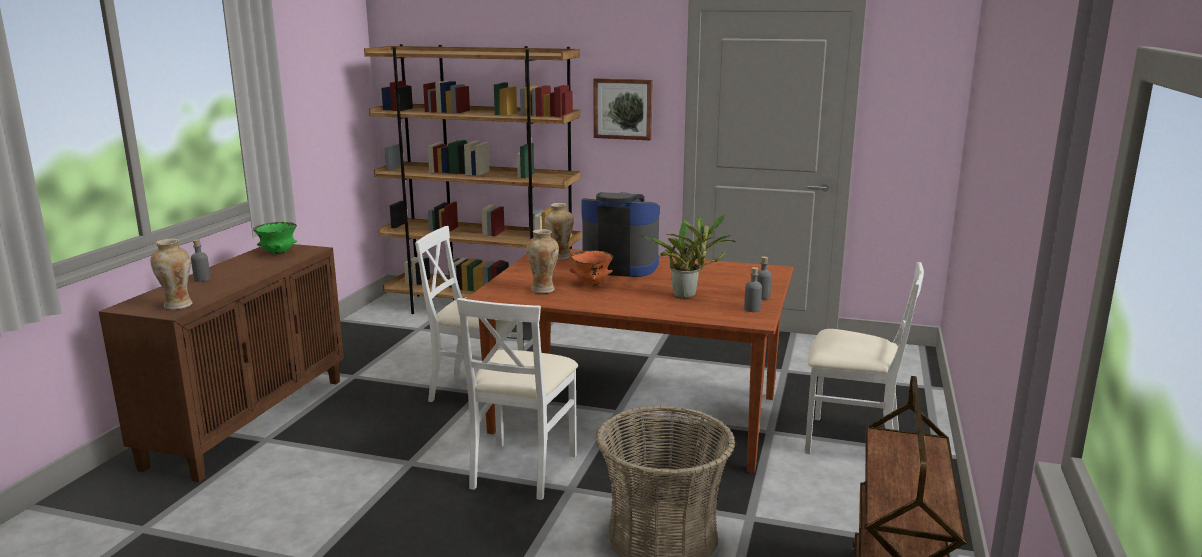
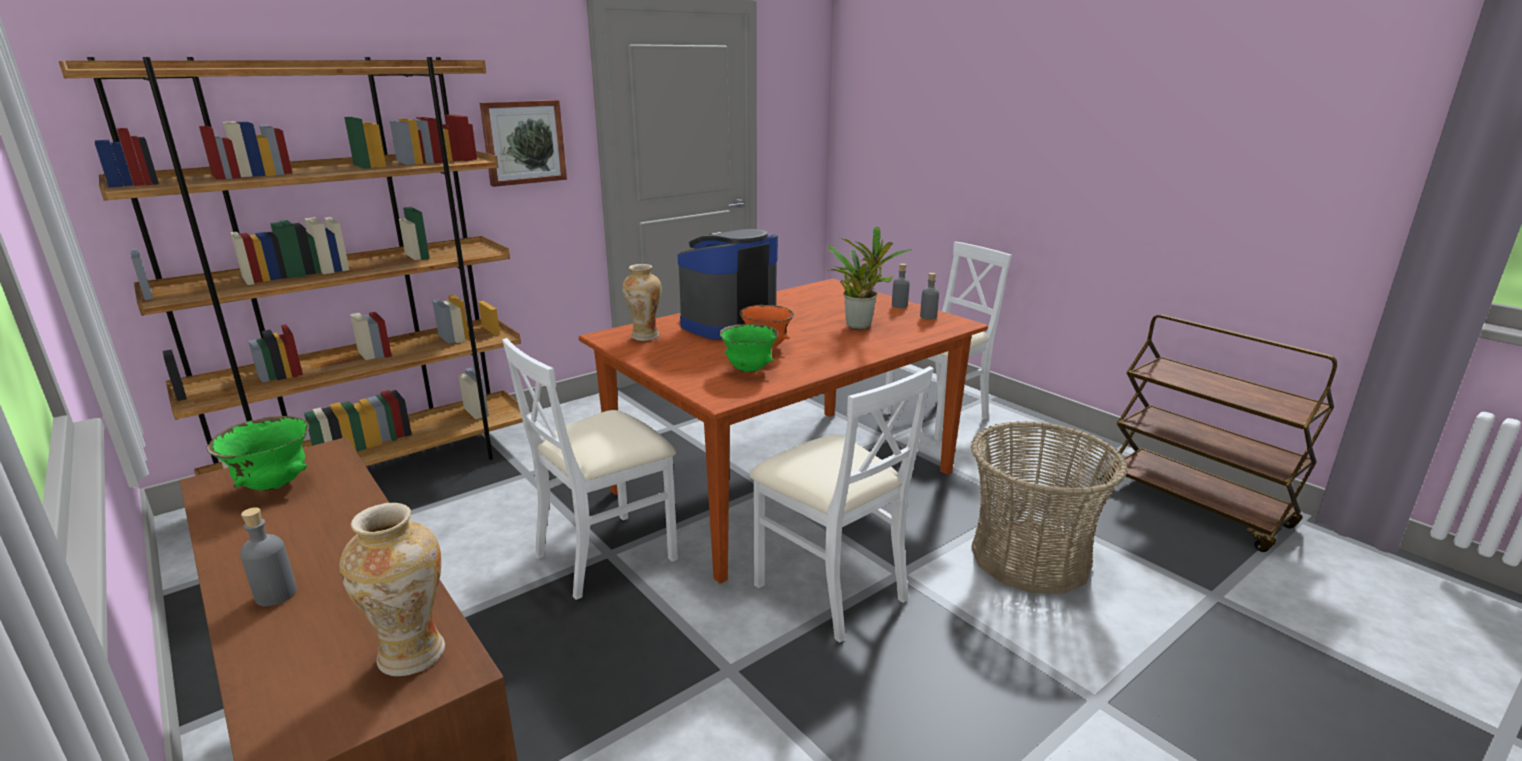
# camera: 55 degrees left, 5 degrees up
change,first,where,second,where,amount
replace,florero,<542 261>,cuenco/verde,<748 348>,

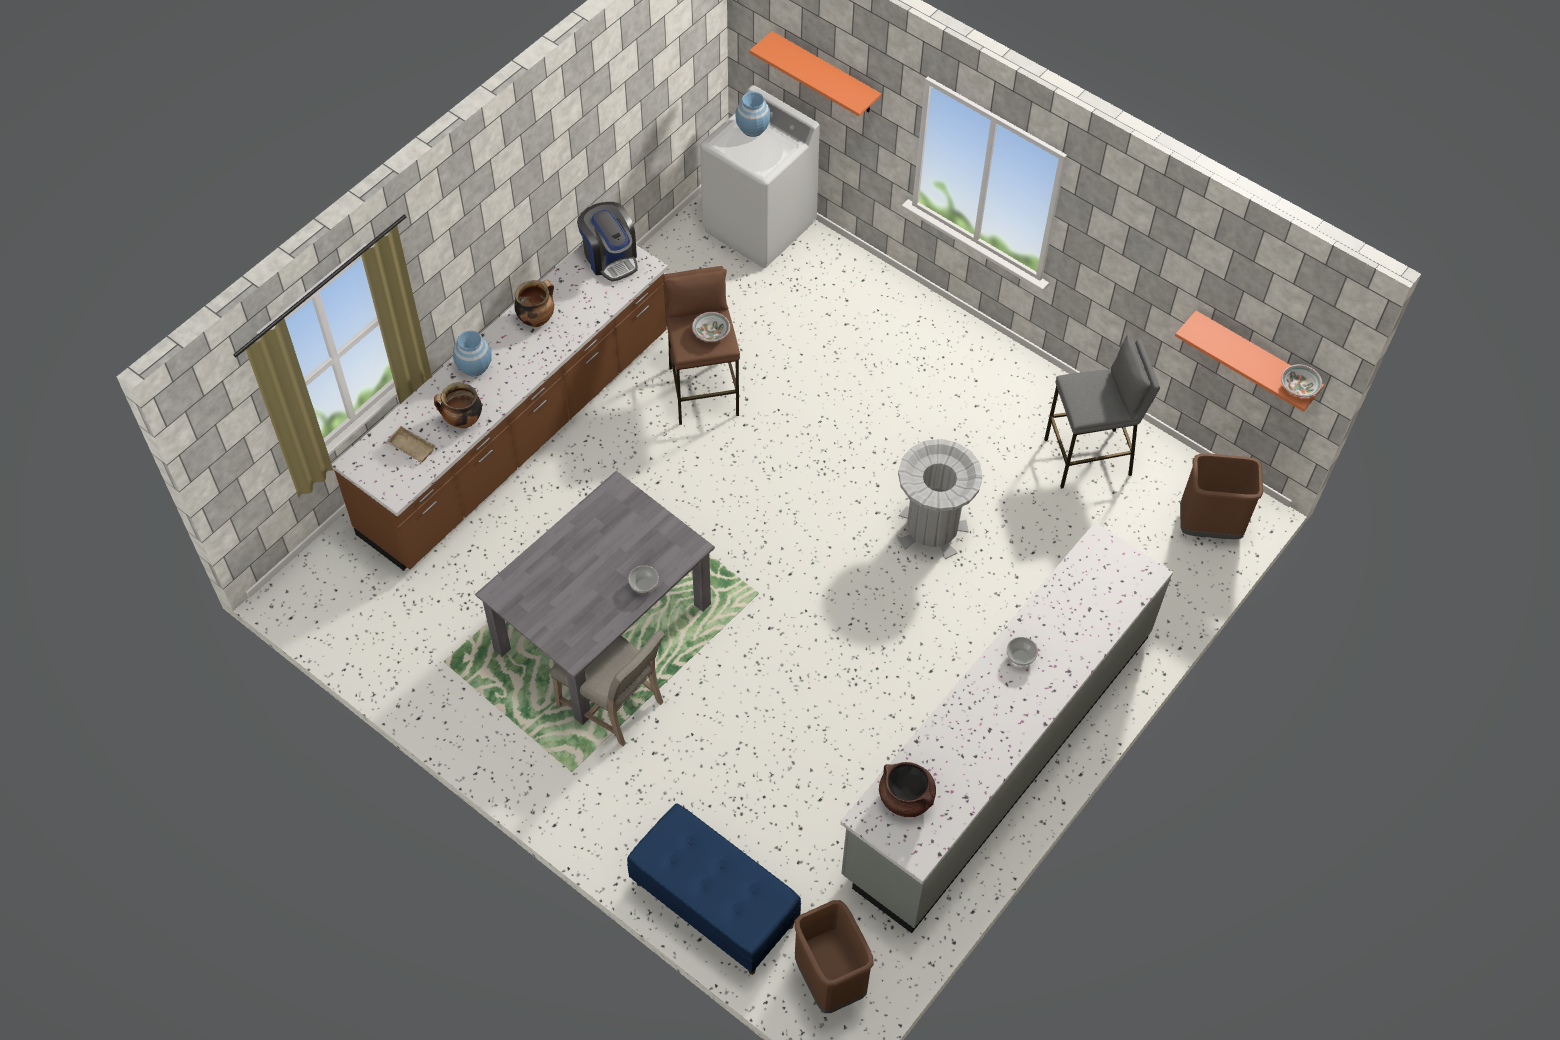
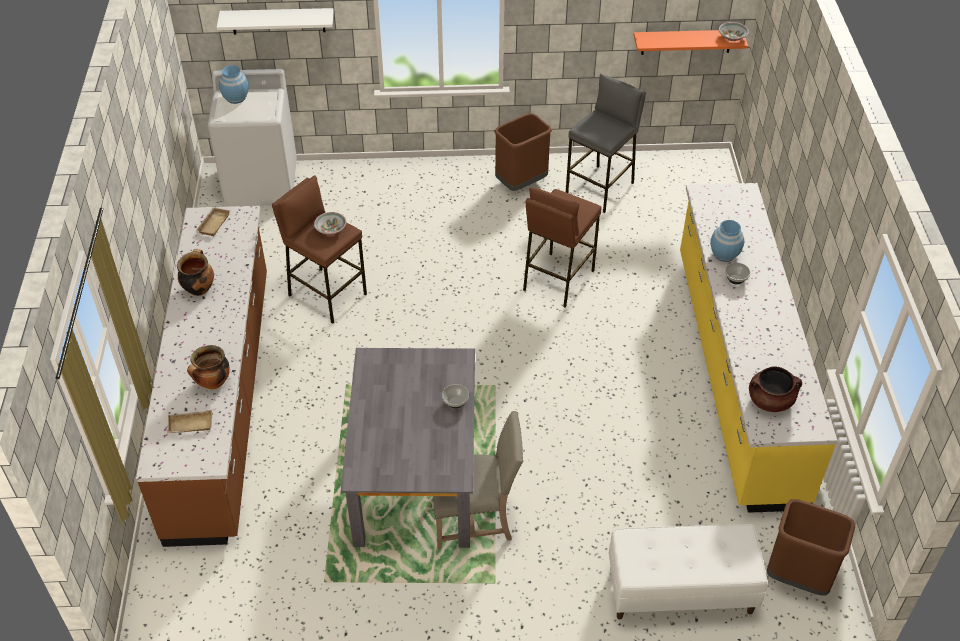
# camera: 40 degrees left, 10 degrees down
change,first,where,second,where,amount
move,florero/azul,<472 353>,,<727 241>,
move,papelera/marrón,<1221 496>,,<523 152>,
replace,cafetera,<607 242>,bandeja/beis,<213 221>,
replace,papelera/gris,<940 499>,taburete/marrón,<562 248>,
recolor,banco/azul,<714 889>,banco/blanco,<688 571>,
recolor,estante/naranja,<815 73>,estante/blanco,<275 21>,
recolor,mueble bajo de cocina/gris,<1006 727>,mueble bajo de cocina/amarillo,<758 348>,

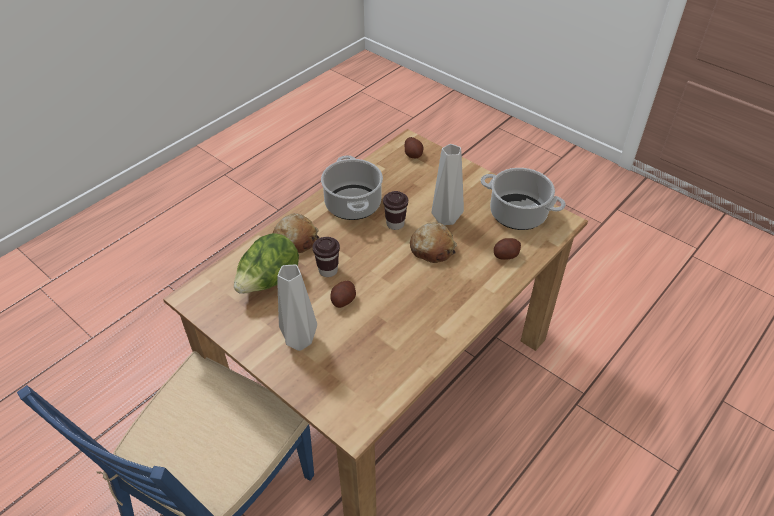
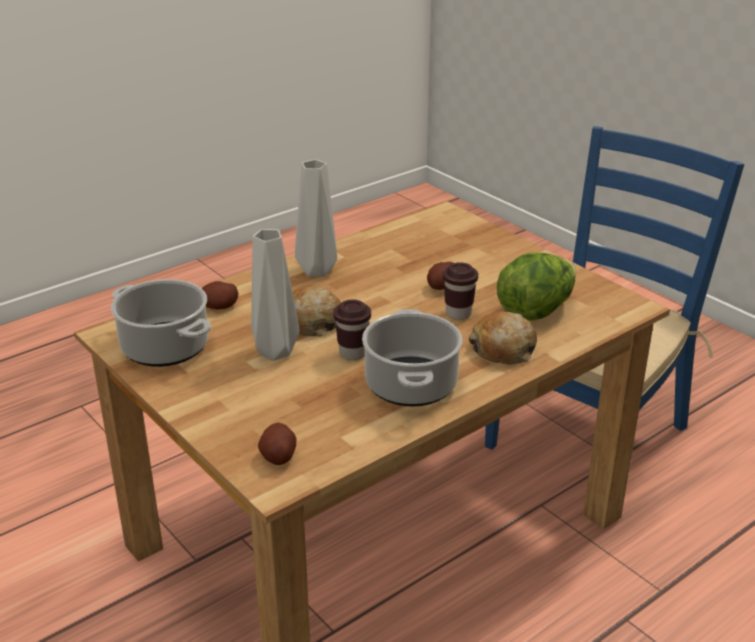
# camera: 170 degrees left, 15 degrees down
change,first,where,second,where,amount
move,florero/gris,<297 308>,,<316 218>,

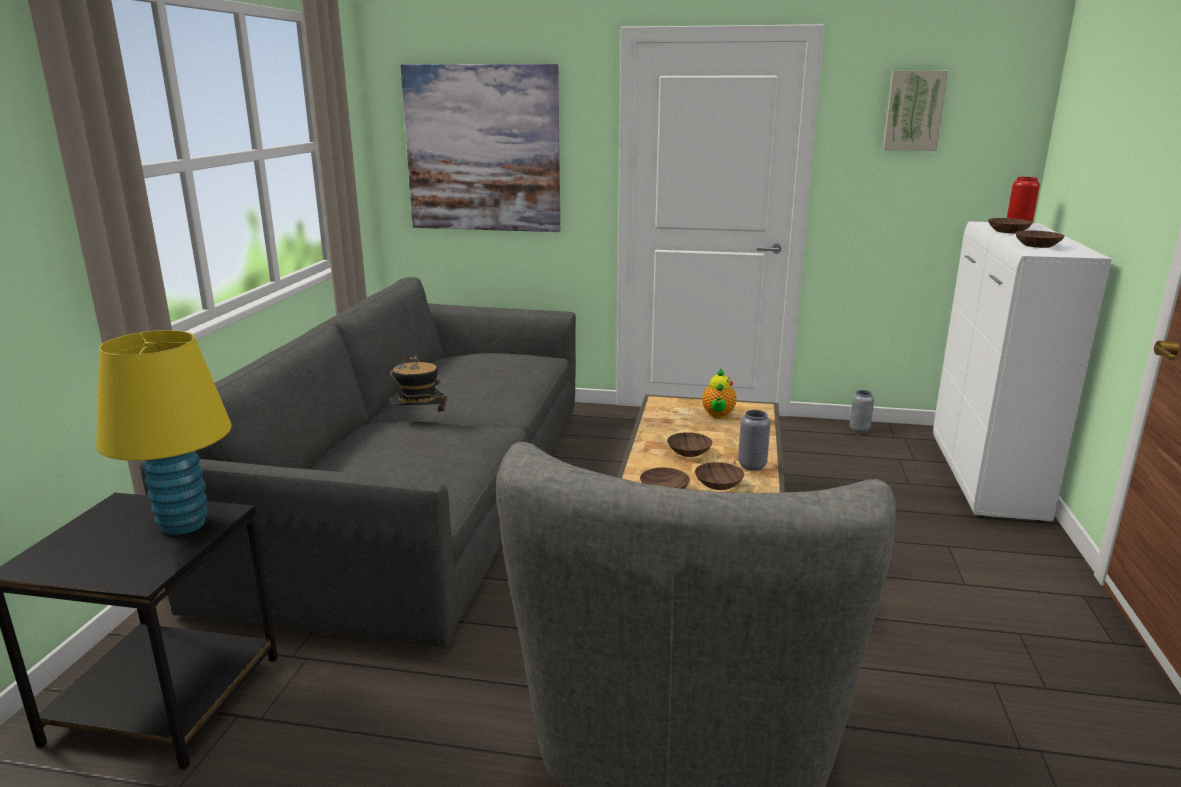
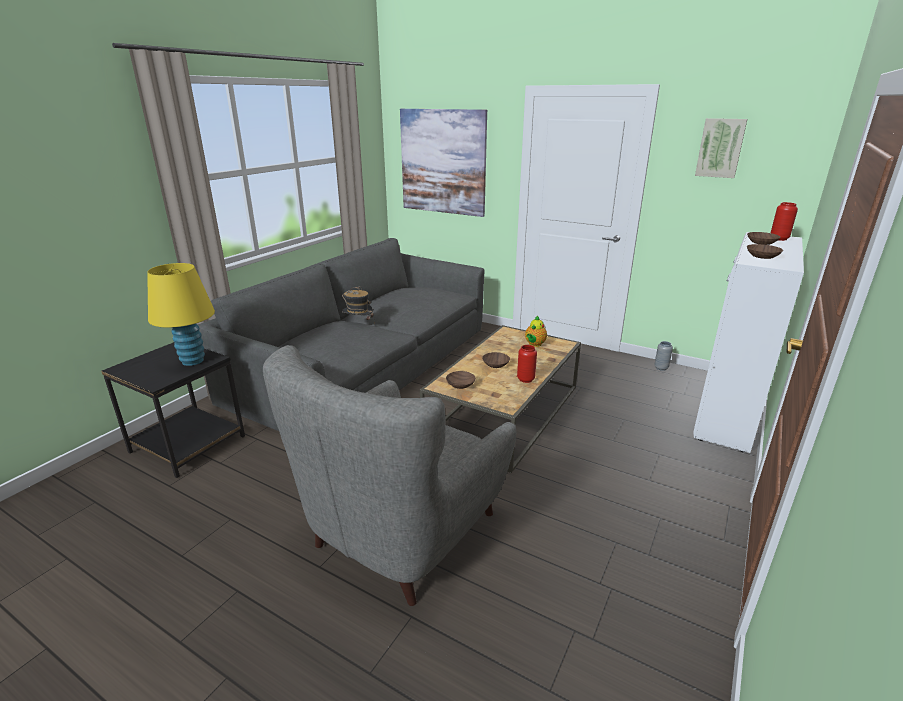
# camera: 20 degrees right, 5 degrees up
change,first,where,second,where,amount
delete,cuenco/marrón,<719 476>,,,
recolor,florero/gris,<754 440>,florero/rojo,<527 364>,

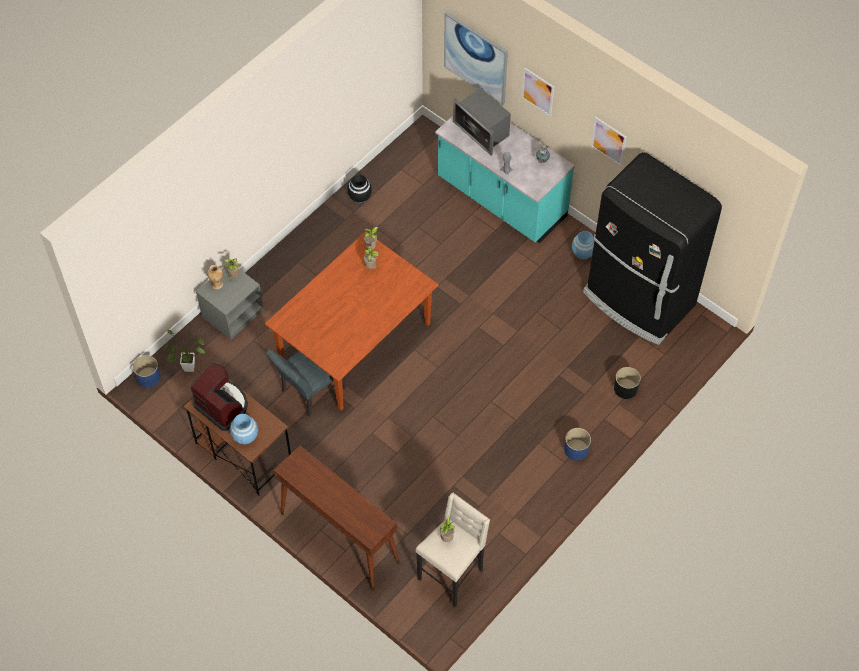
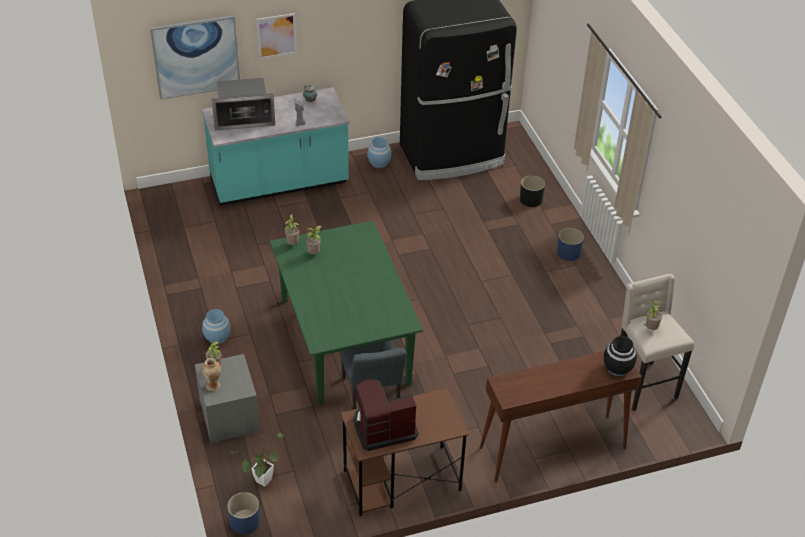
# camera: 60 degrees left, 15 degrees down
change,first,where,second,where,amount
delete,cuadro,<609 141>,,,
move,florero/azul,<244 429>,,<216 327>,
move,florero/negro,<360 188>,,<620 356>,
recolor,mesa de comedor/marrón,<352 320>,mesa de comedor/verde,<346 313>,

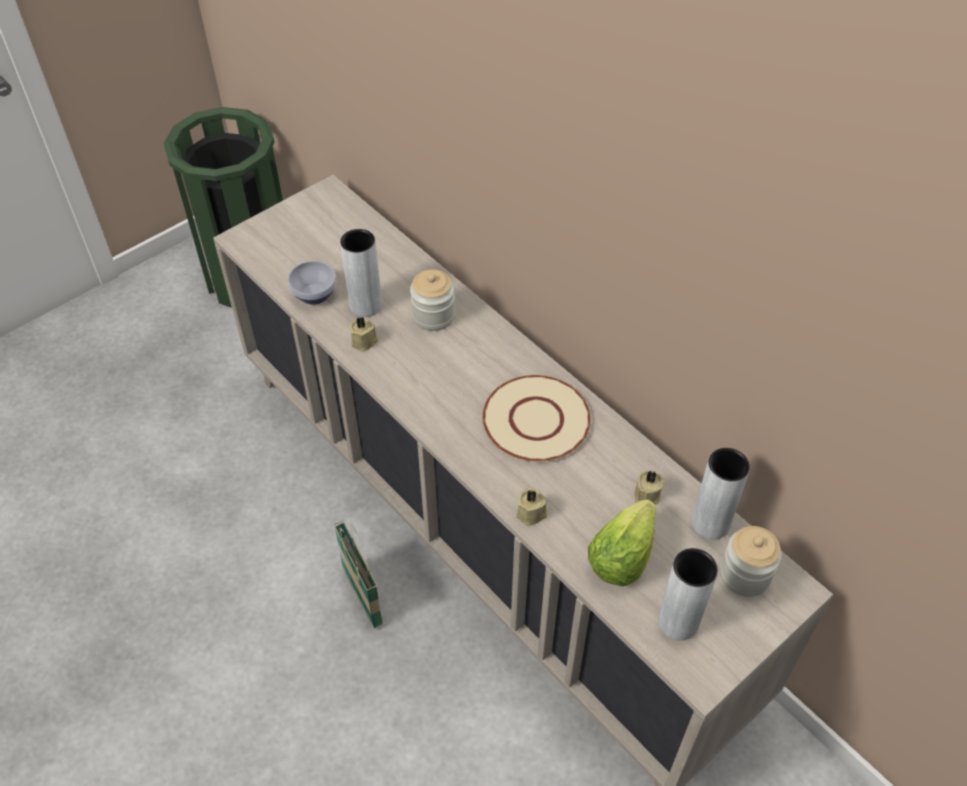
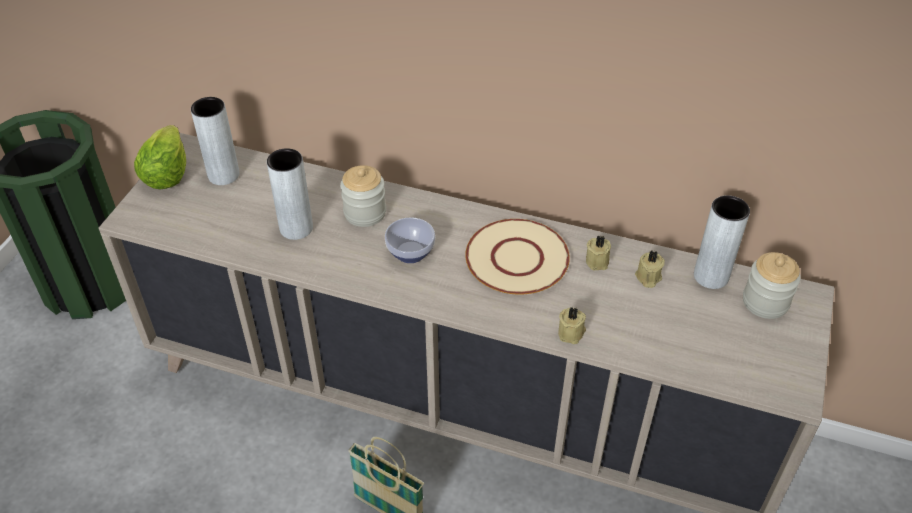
# camera: 30 degrees left, 5 degrees down
change,first,where,second,where,amount
move,cuenco,<312 283>,,<410 240>,
move,vela/beis,<364 334>,,<598 252>,
move,lechuga,<622 542>,,<160 157>,
move,florero/gris,<688 594>,,<215 141>,

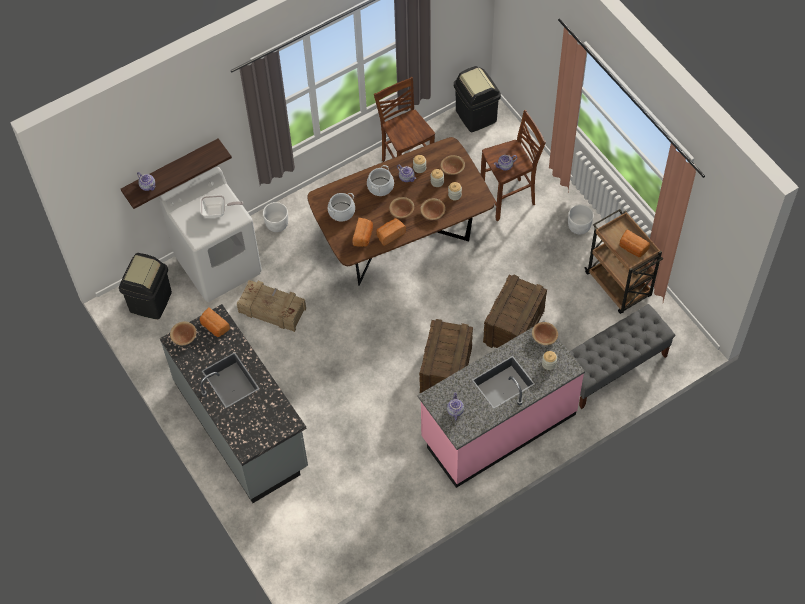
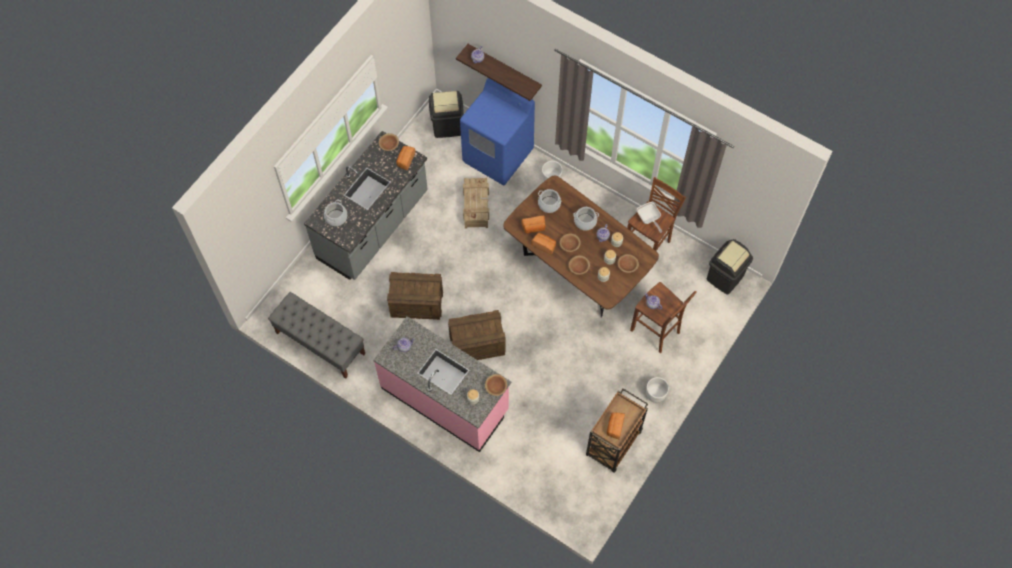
# camera: 65 degrees right, 5 degrees up
change,first,where,second,where,amount
insert,,,olla,<335 213>,
move,sartén,<221 206>,,<649 217>,
move,caja de embalaje,<515 311>,,<415 296>,
move,banco/gris,<622 356>,,<316 335>,
recolor,lavadora/blanco,<210 234>,lavadora/azul,<497 131>,

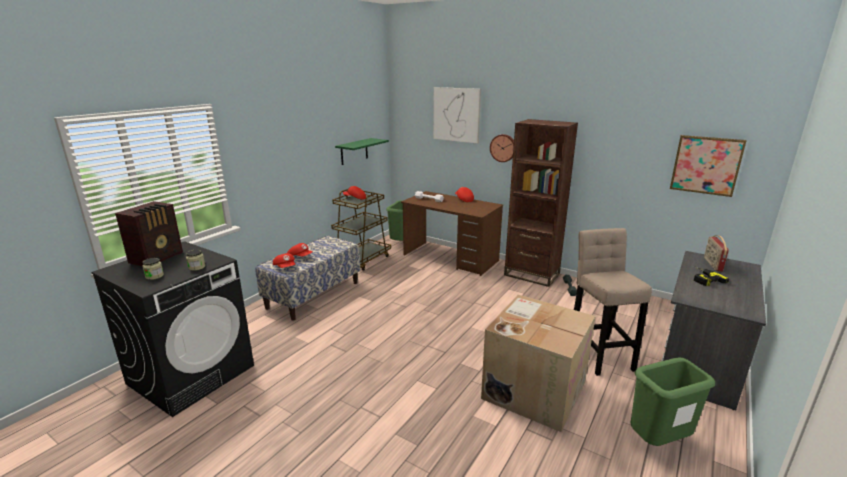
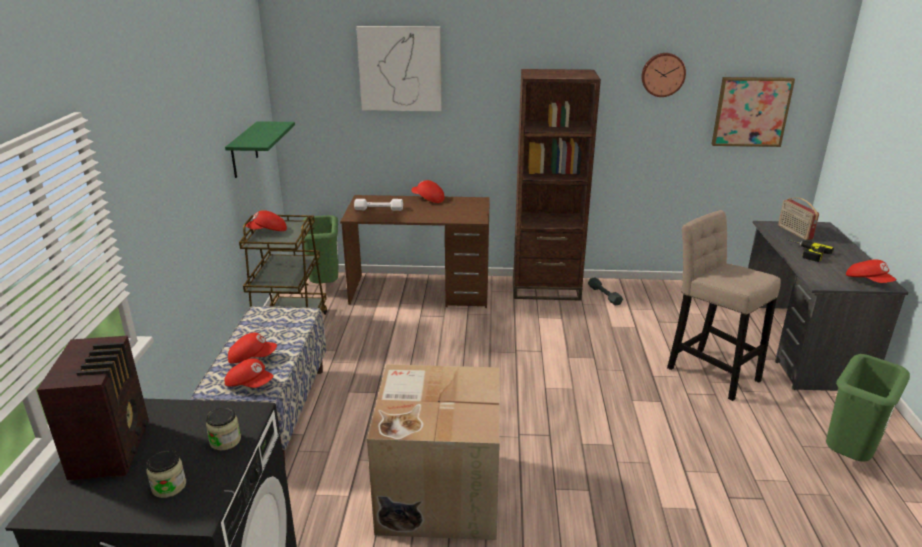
# camera: 30 degrees left, 5 degrees up
change,first,where,second,where,amount
insert,,,gorra/rojo,<871 271>,
move,caja de cartón,<538 363>,,<433 452>,
move,reloj de pared,<502 148>,,<663 75>,

